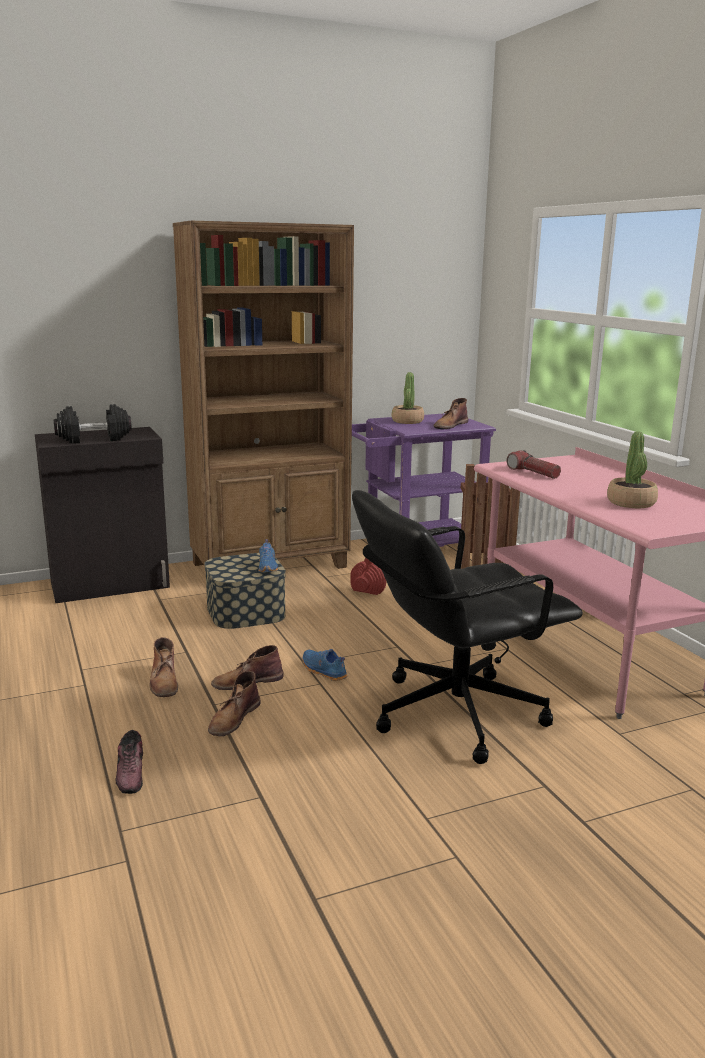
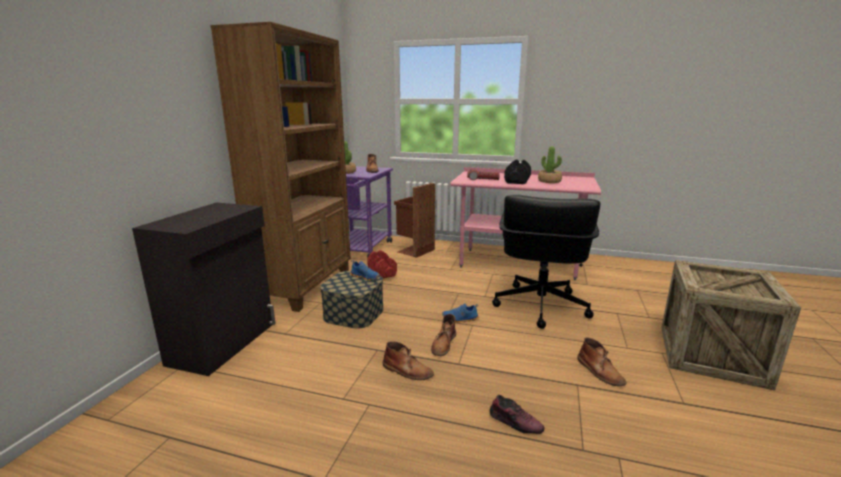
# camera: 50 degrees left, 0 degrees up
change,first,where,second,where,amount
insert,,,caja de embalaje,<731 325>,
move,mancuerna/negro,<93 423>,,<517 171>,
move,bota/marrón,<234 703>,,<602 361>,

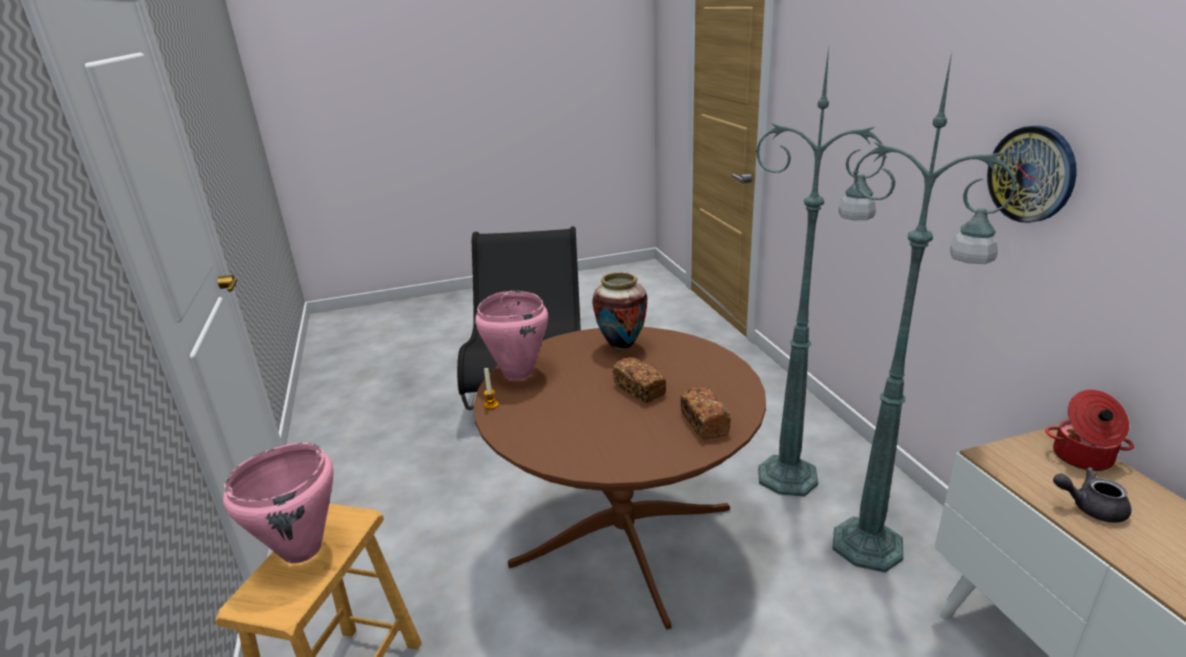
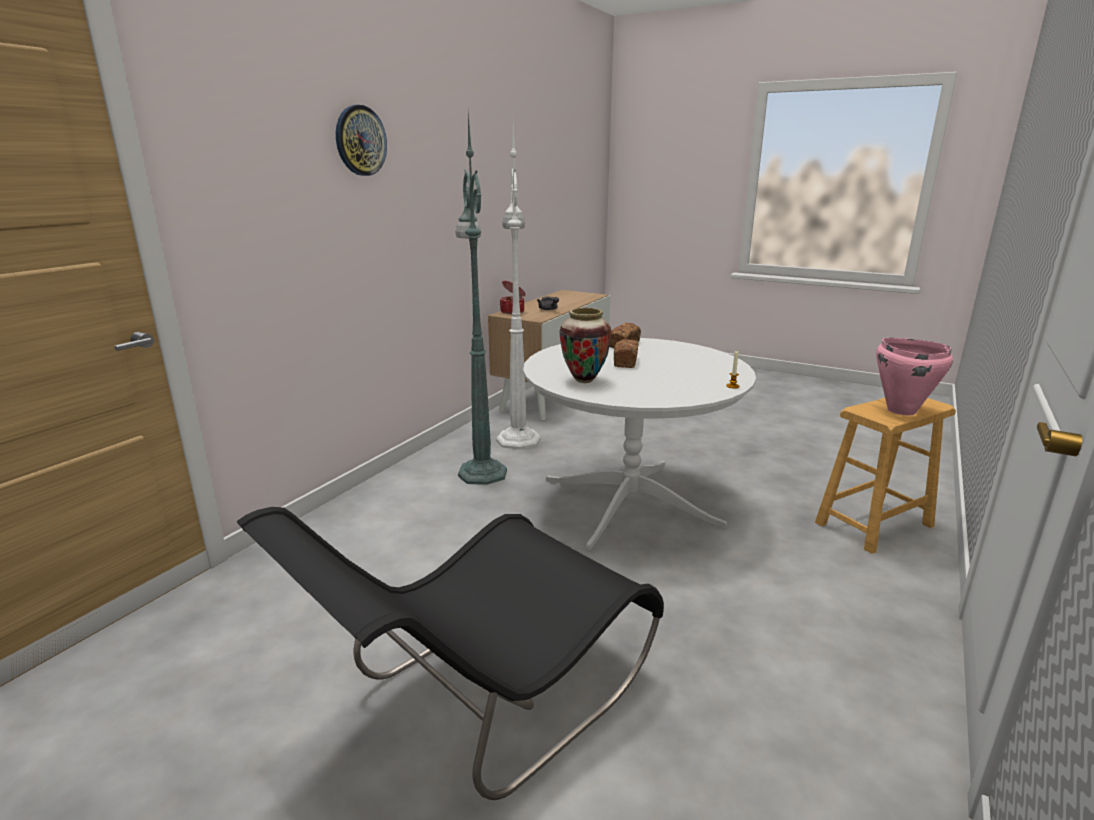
# camera: 135 degrees left, 5 degrees down
change,first,where,second,where,amount
delete,olla/rosa,<511 335>,,,
move,reloj de pared,<1032 174>,,<361 140>,
recolor,mesa de comedor/marrón,<620 478>,mesa de comedor/blanco,<639 444>,
recolor,lámpara de pie/verde,<924 312>,lámpara de pie/blanco,<518 287>,

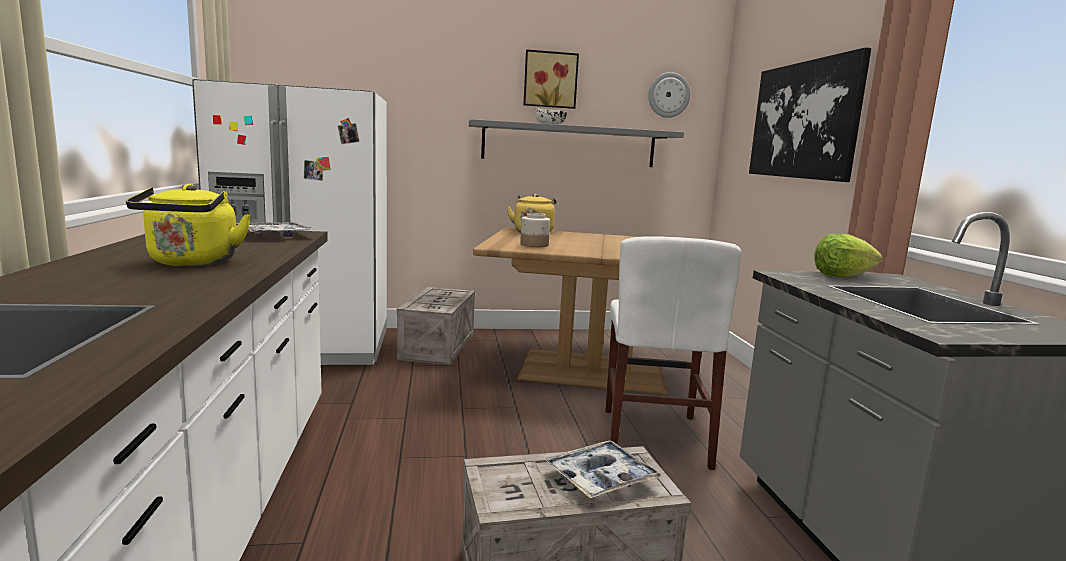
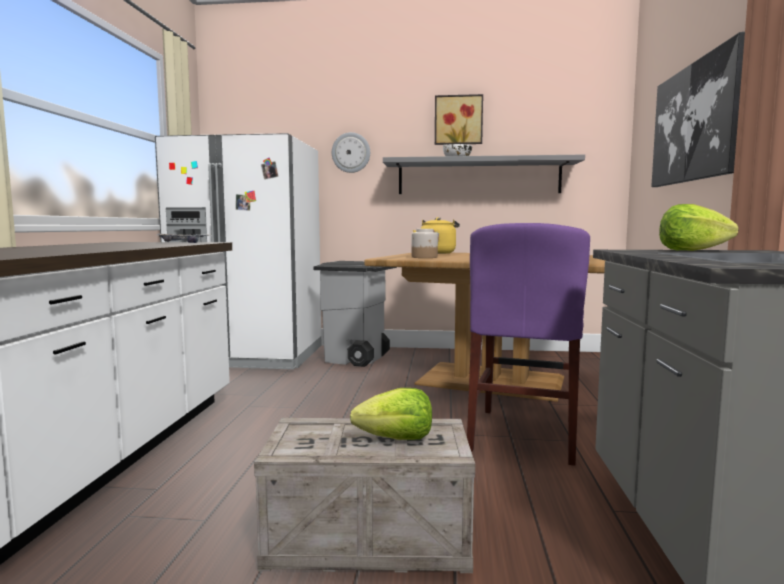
# camera: 15 degrees right, 5 degrees down
change,first,where,second,where,amount
delete,hervidor/amarillo,<188 225>,,,
move,reloj de pared,<669 95>,,<351 152>,
replace,caja de embalaje,<436 326>,papelera/gris,<355 314>,
replace,bandeja,<603 469>,lechuga,<391 414>,
recolor,silla/blanco,<673 353>,silla/morado,<528 344>,

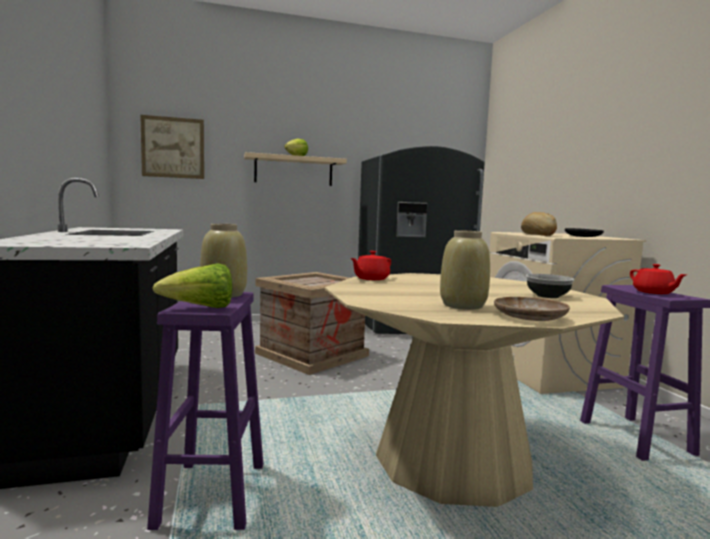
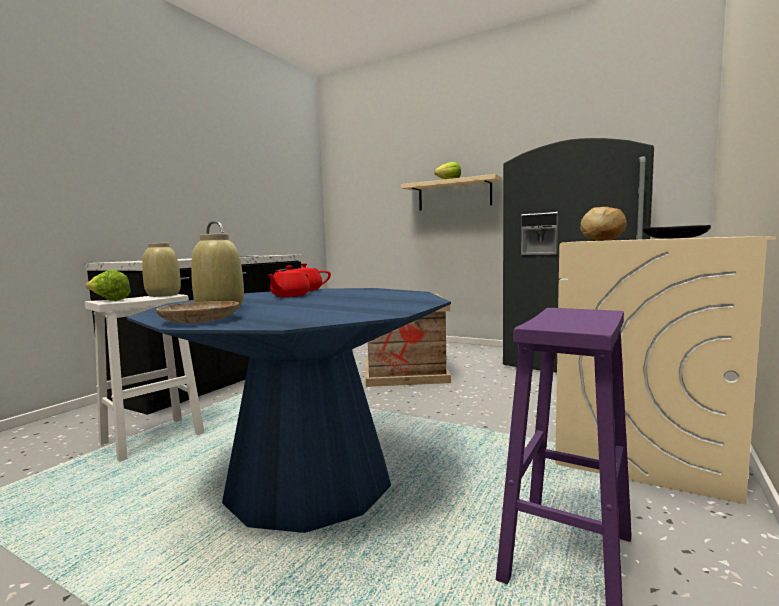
# camera: 45 degrees right, 0 degrees up
change,first,where,second,where,amount
delete,cuadro,<172 147>,,,
delete,cuenco,<550 286>,,,
move,tetera/rojo,<658 279>,,<288 281>,
recolor,taburete/morado,<205 411>,taburete/blanco,<145 378>,
recolor,mesa de comedor/beis,<474 390>,mesa de comedor/azul,<289 410>,

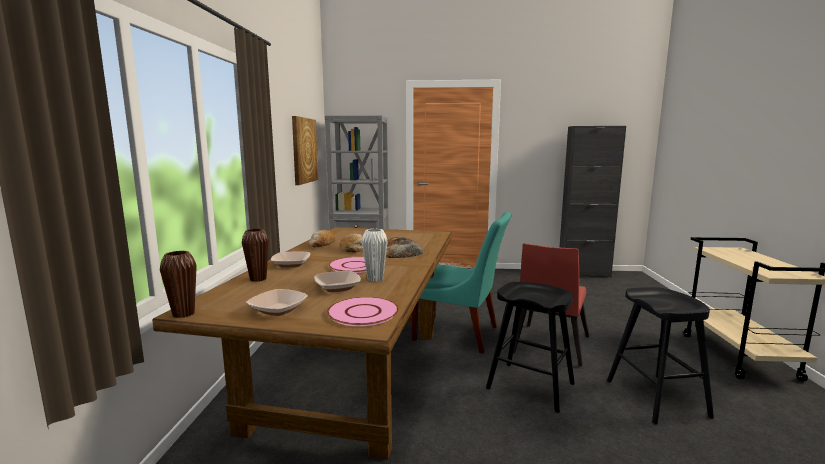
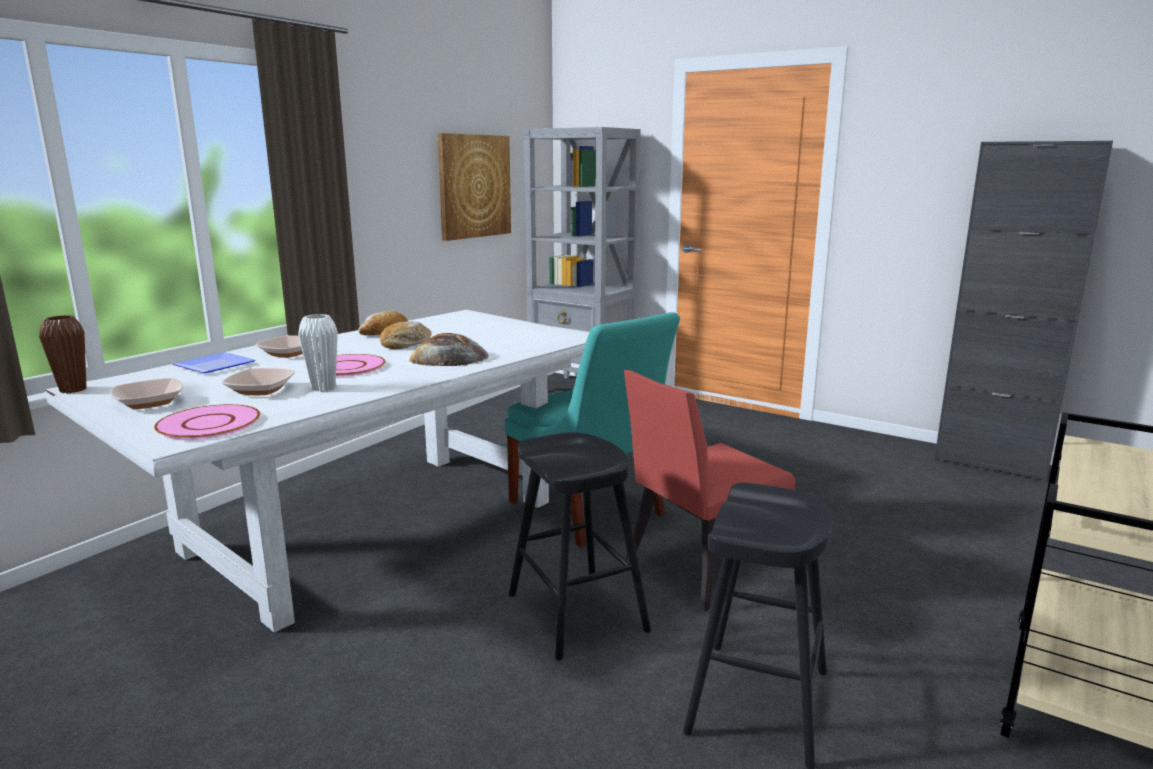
# camera: 30 degrees right, 5 degrees up
change,first,where,second,where,amount
replace,florero/marrón,<255 255>,plato,<214 362>,
recolor,mesa de comedor/marrón,<302 343>,mesa de comedor/blanco,<317 471>,

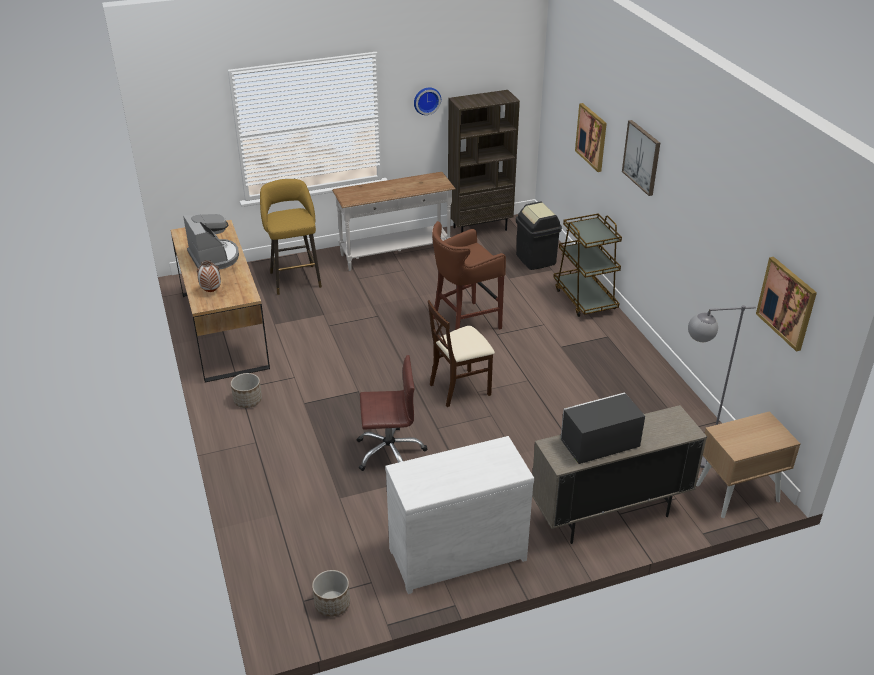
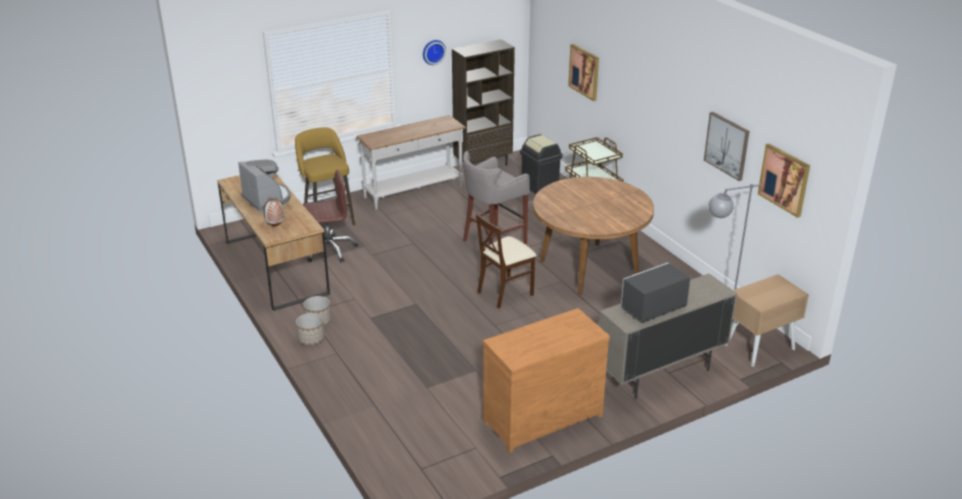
# camera: 10 degrees left, 5 degrees down
change,first,where,second,where,amount
insert,,,mesa de comedor/marrón,<593 236>,
move,maceta,<331 593>,,<310 329>,
move,silla de oficina/marrón,<391 413>,,<330 216>,
move,cuadro,<641 158>,,<726 146>,
recolor,cómoda/blanco,<459 515>,cómoda/marrón,<546 380>,
recolor,taburete/marrón,<469 275>,taburete/gris,<496 198>,

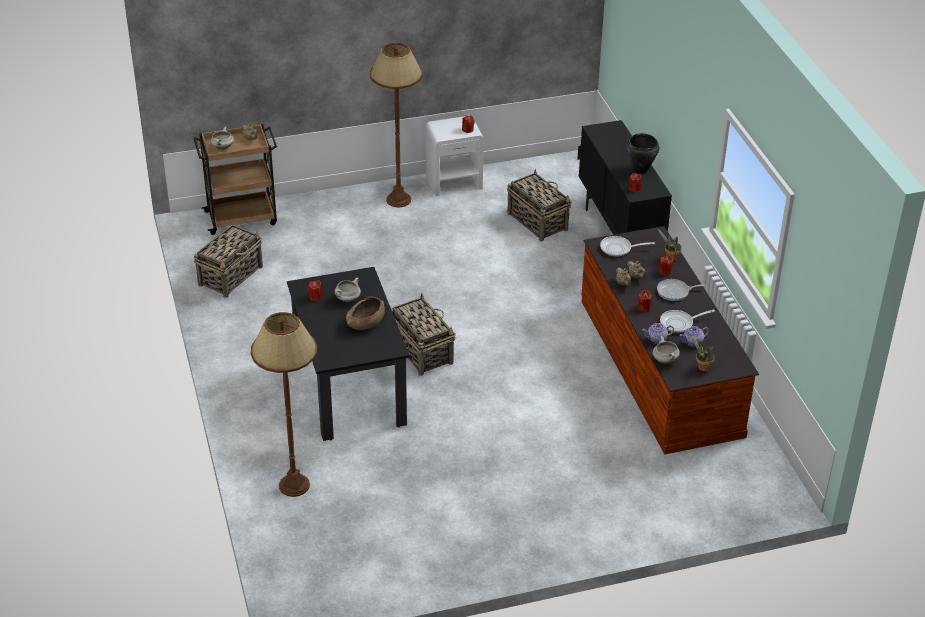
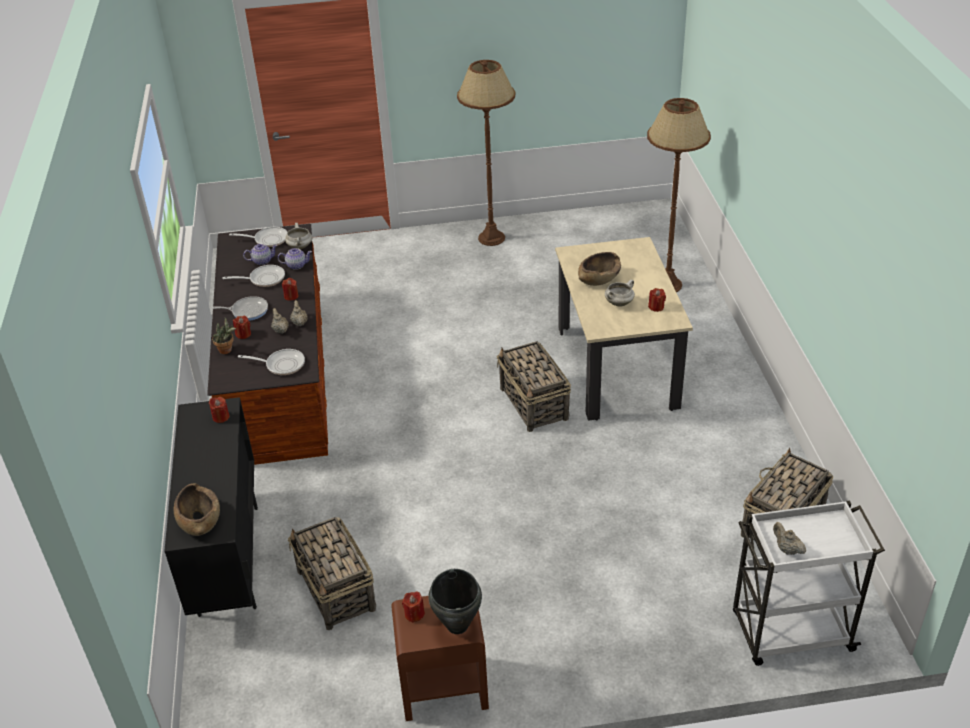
# camera: 170 degrees left, 0 degrees up
change,first,where,second,where,amount
delete,olla/blanco,<222 138>,,,
insert,,,cuenco/marrón,<197 509>,
move,lámpara de pie/marrón,<396 125>,,<486 153>,
move,olla/negro,<643 153>,,<455 601>,
replace,planta en maceta,<702 352>,sartén,<258 237>,
recolor,carrito/marrón,<235 179>,carrito/blanco,<809 583>,
recolor,mesa de comedor/negro,<348 354>,mesa de comedor/beis,<624 329>,
recolor,mesita de noche/blanco,<454 156>,mesita de noche/marrón,<440 658>,

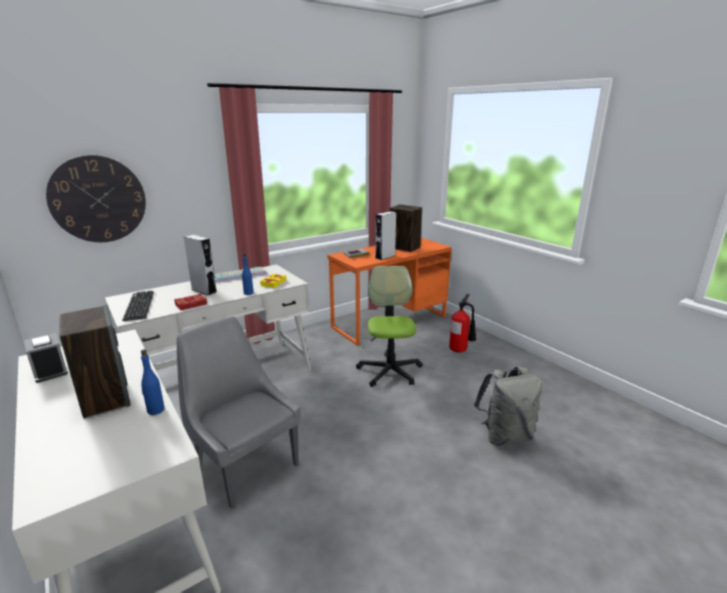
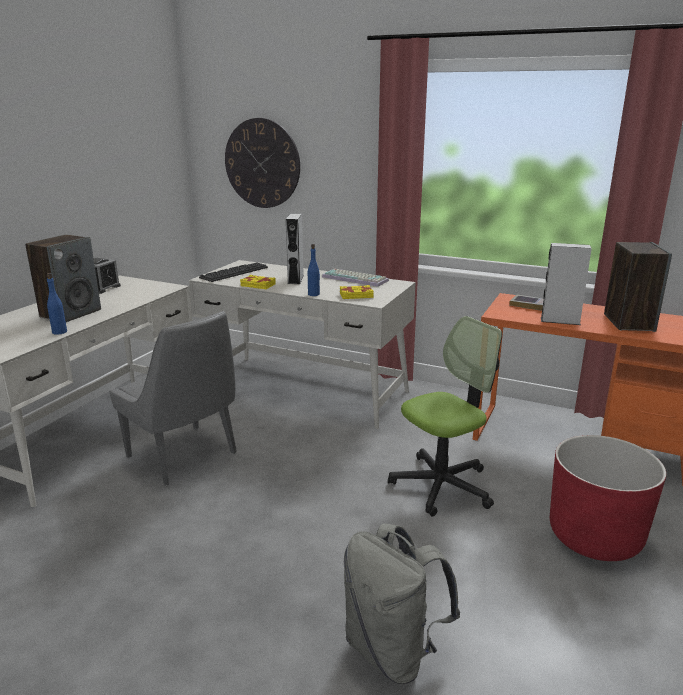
# camera: 60 degrees right, 0 degrees up
change,first,where,second,where,amount
replace,extintor,<462 323>,maceta/rojo,<608 498>,
recolor,libro/rojo,<190 302>,libro/amarillo,<258 282>,
rotate,silla/gris,<238 412>,,<173 398>,120 degrees clockwise

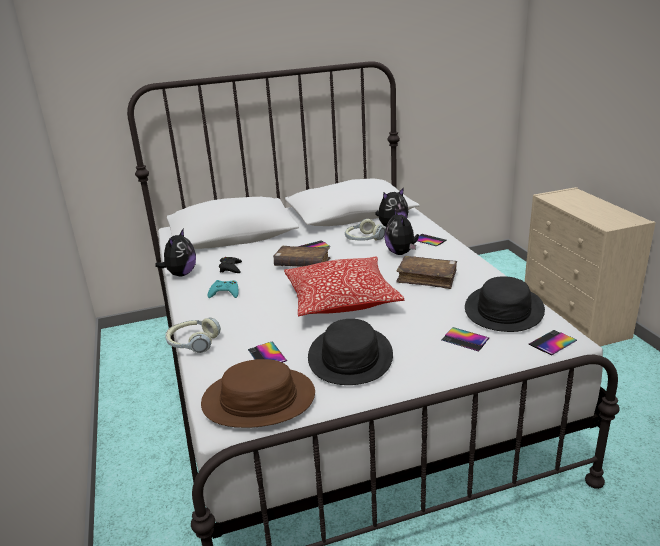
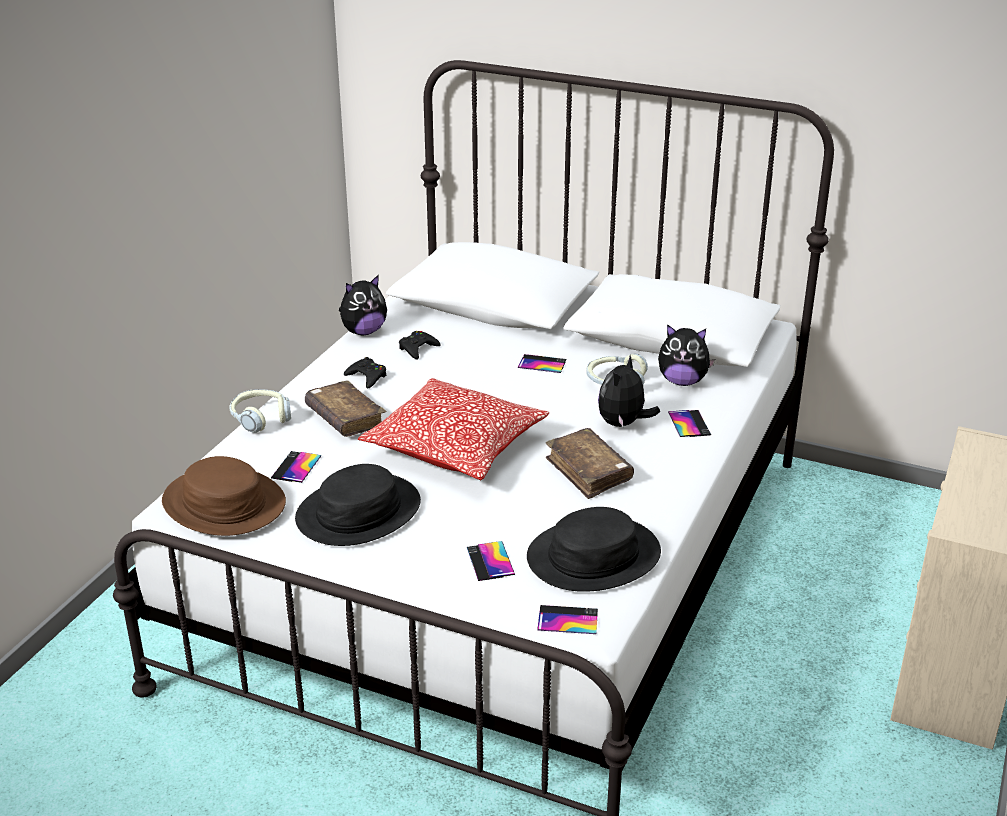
# camera: 40 degrees right, 5 degrees up
change,first,where,second,where,amount
move,libro/marrón,<302 256>,,<345 408>,
recolor,mando de consola/turquesa,<223 289>,mando de consola/negro,<365 373>,

